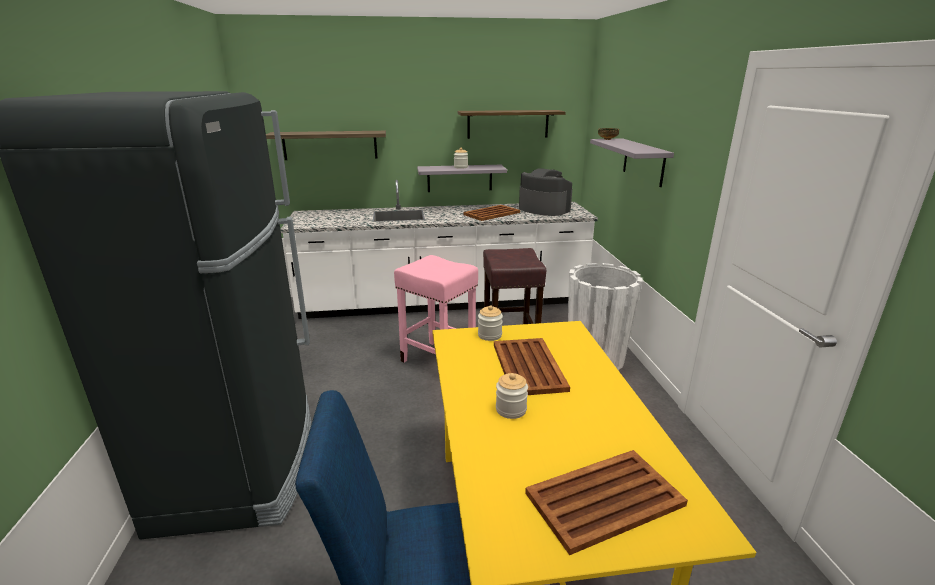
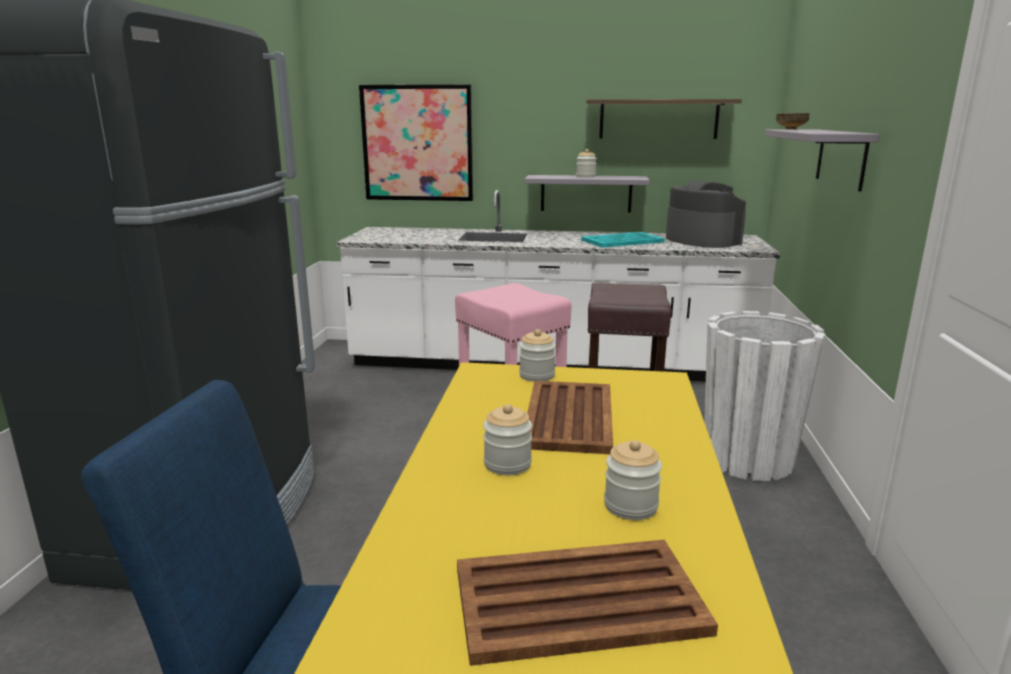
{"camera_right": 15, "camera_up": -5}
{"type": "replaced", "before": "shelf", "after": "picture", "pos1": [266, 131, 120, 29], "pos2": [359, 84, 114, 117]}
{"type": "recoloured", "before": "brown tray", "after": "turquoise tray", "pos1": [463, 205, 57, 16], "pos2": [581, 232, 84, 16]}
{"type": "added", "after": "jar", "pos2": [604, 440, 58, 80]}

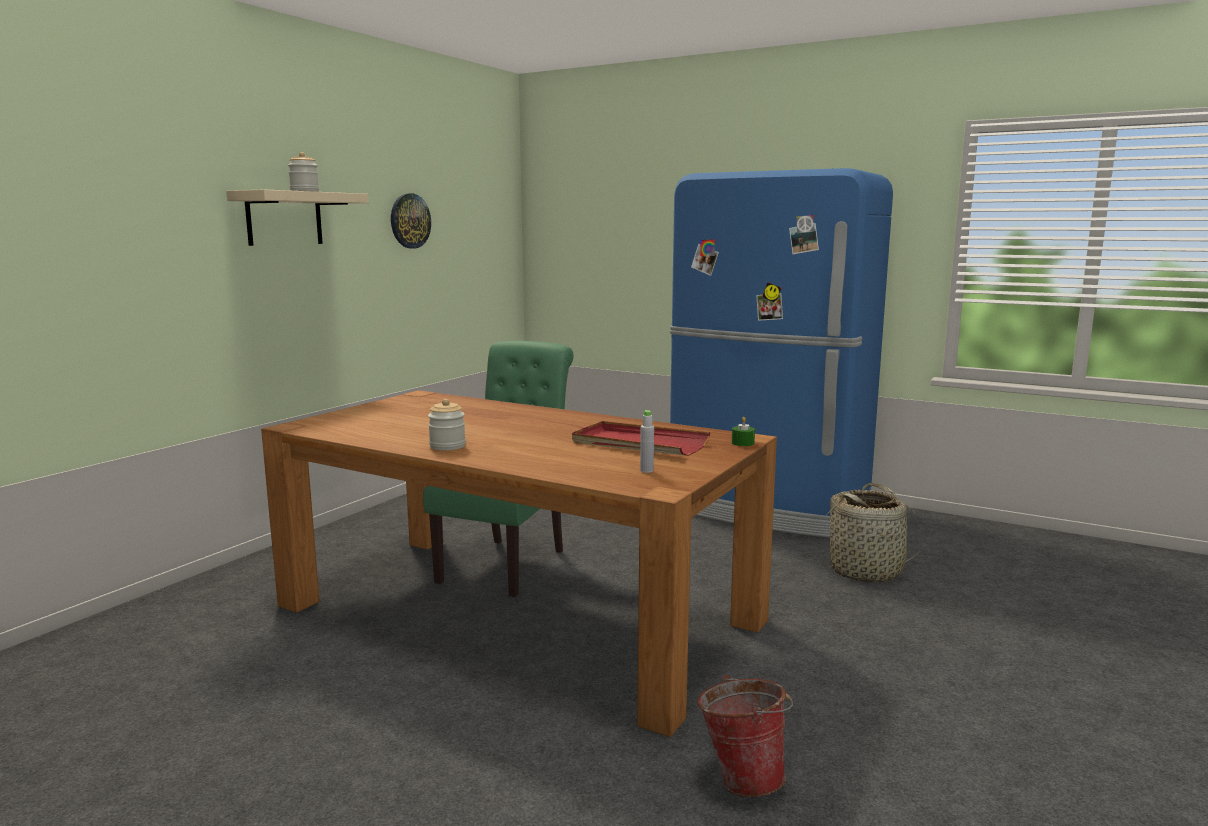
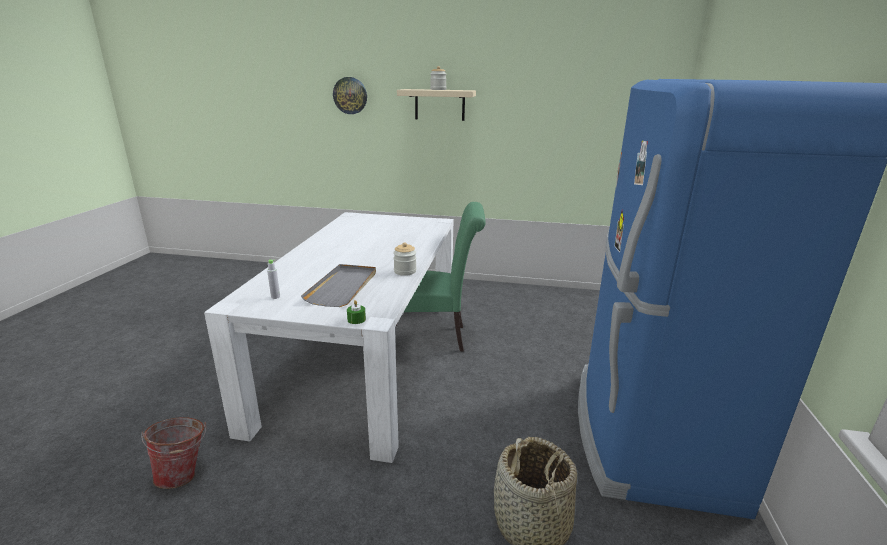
{"camera_right": 70, "camera_up": 10}
{"type": "recoloured", "before": "brown dining table", "after": "white dining table", "pos1": [261, 390, 516, 347], "pos2": [204, 212, 250, 251]}
{"type": "moved", "before": "wall clock", "pos1": [391, 193, 40, 56], "pos2": [333, 77, 34, 37]}
{"type": "moved", "before": "jar", "pos1": [428, 399, 38, 51], "pos2": [393, 242, 23, 34]}
{"type": "recoloured", "before": "red tray", "after": "grey tray", "pos1": [572, 421, 139, 35], "pos2": [301, 264, 75, 43]}

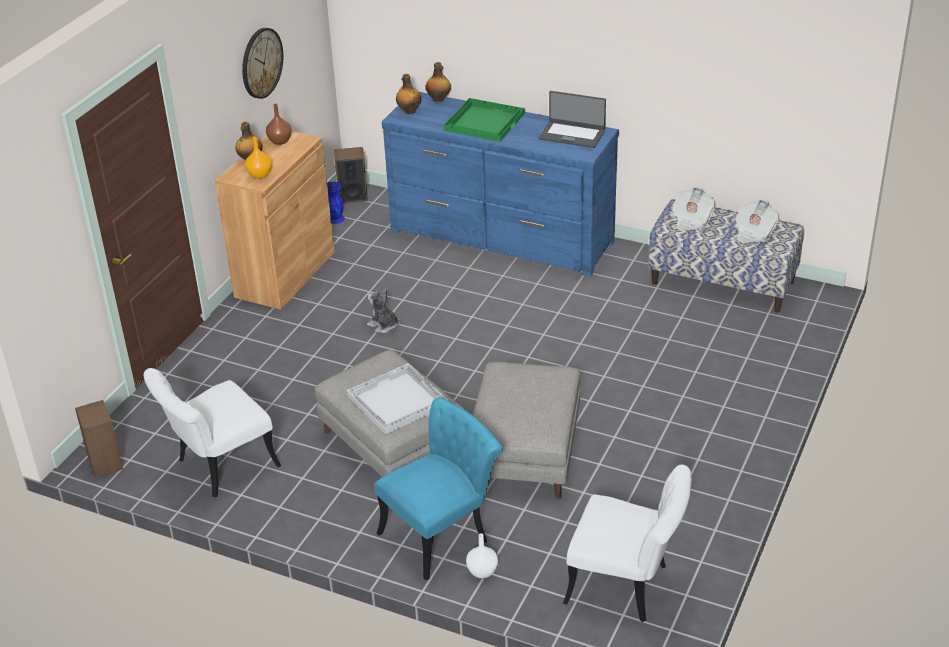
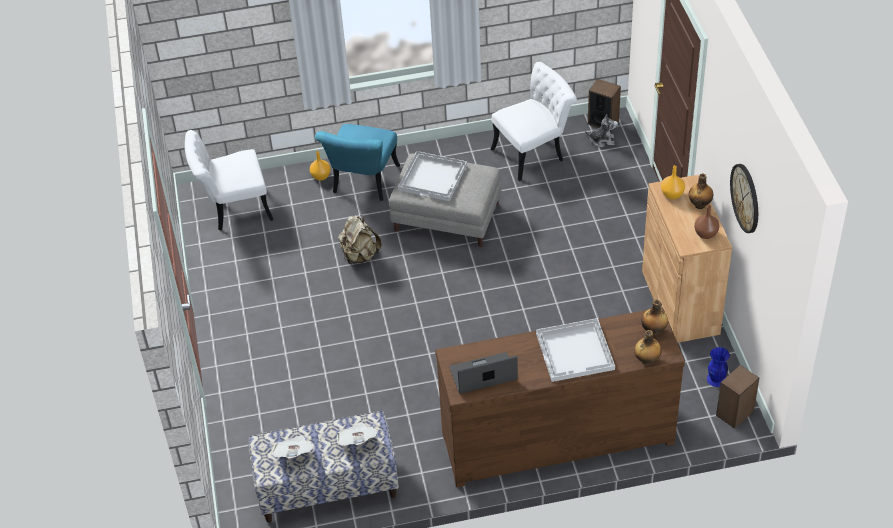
{"camera_right": 145, "camera_up": 10}
{"type": "turned", "before": "white chair", "pos1": [143, 368, 138, 129], "pos2": [491, 62, 86, 119], "turn": 45}
{"type": "moved", "before": "plush toy", "pos1": [367, 288, 33, 45], "pos2": [585, 114, 33, 33]}
{"type": "recoloured", "before": "blue dresser", "after": "brown dresser", "pos1": [382, 92, 237, 185], "pos2": [435, 307, 250, 180]}
{"type": "recoloured", "before": "green tray", "after": "white tray", "pos1": [443, 98, 82, 44], "pos2": [536, 318, 79, 64]}
{"type": "recoloured", "before": "white vase", "after": "orange vase", "pos1": [466, 533, 32, 45], "pos2": [310, 151, 21, 30]}
{"type": "replaced", "before": "grey ottoman", "after": "beige backpack", "pos1": [473, 362, 107, 137], "pos2": [338, 215, 44, 50]}

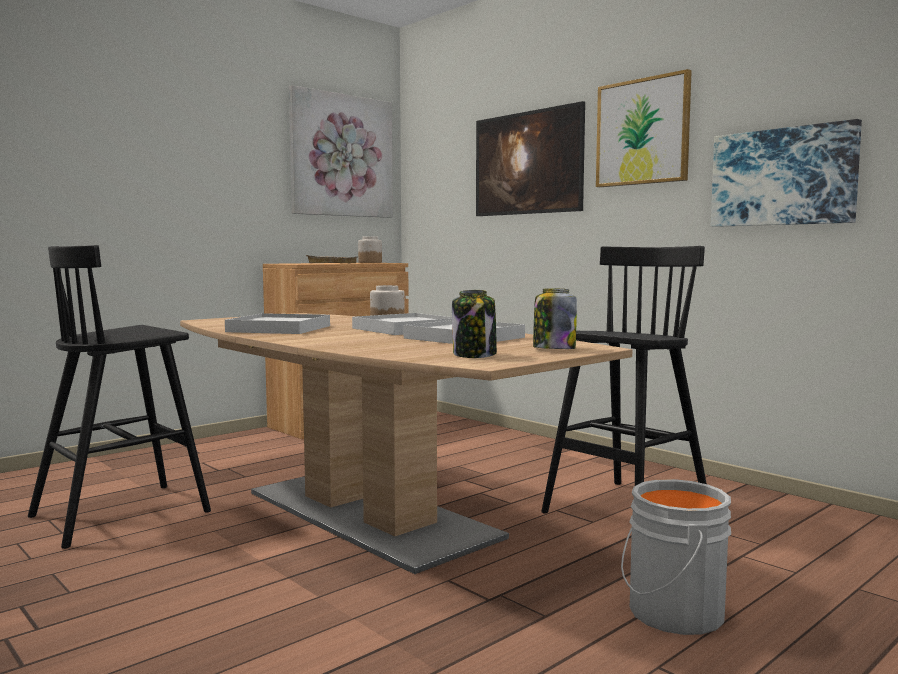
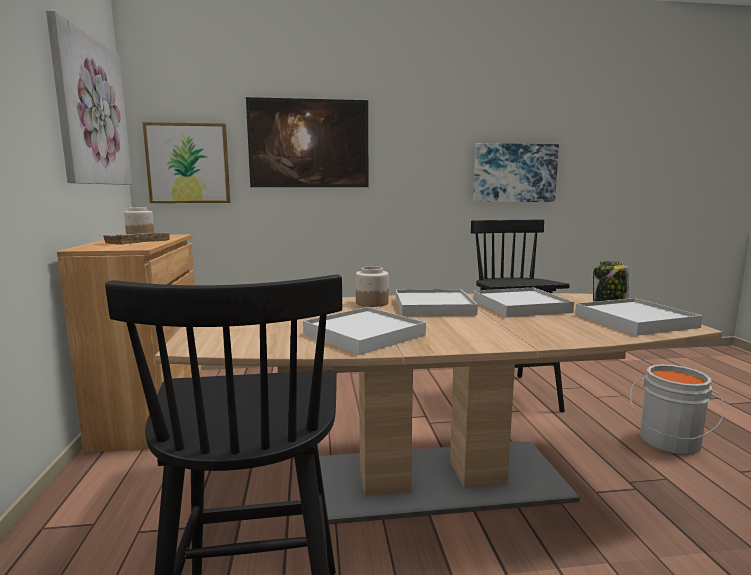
{"camera_right": -55, "camera_up": 5}
{"type": "replaced", "before": "jar", "after": "white tray", "pos1": [452, 290, 45, 68], "pos2": [575, 298, 128, 38]}
{"type": "moved", "before": "picture", "pos1": [596, 69, 96, 118], "pos2": [142, 122, 88, 81]}

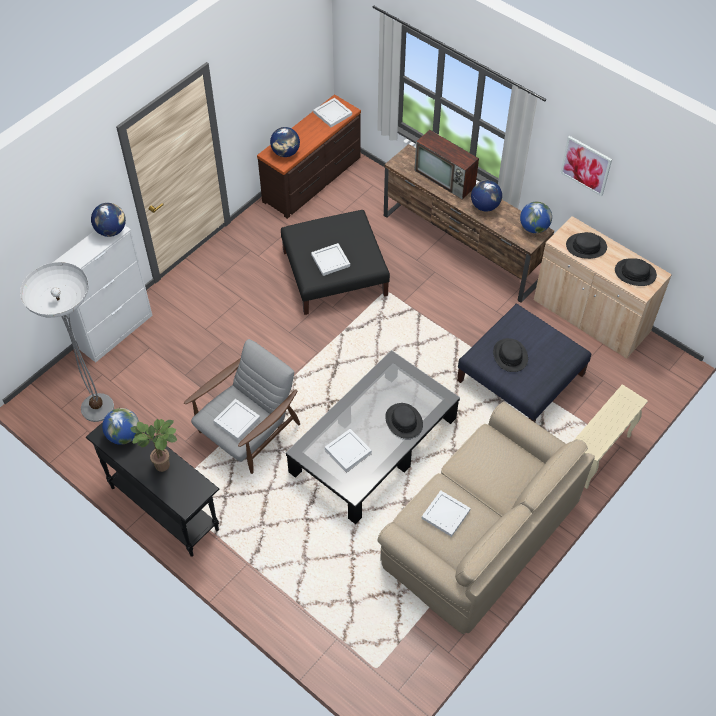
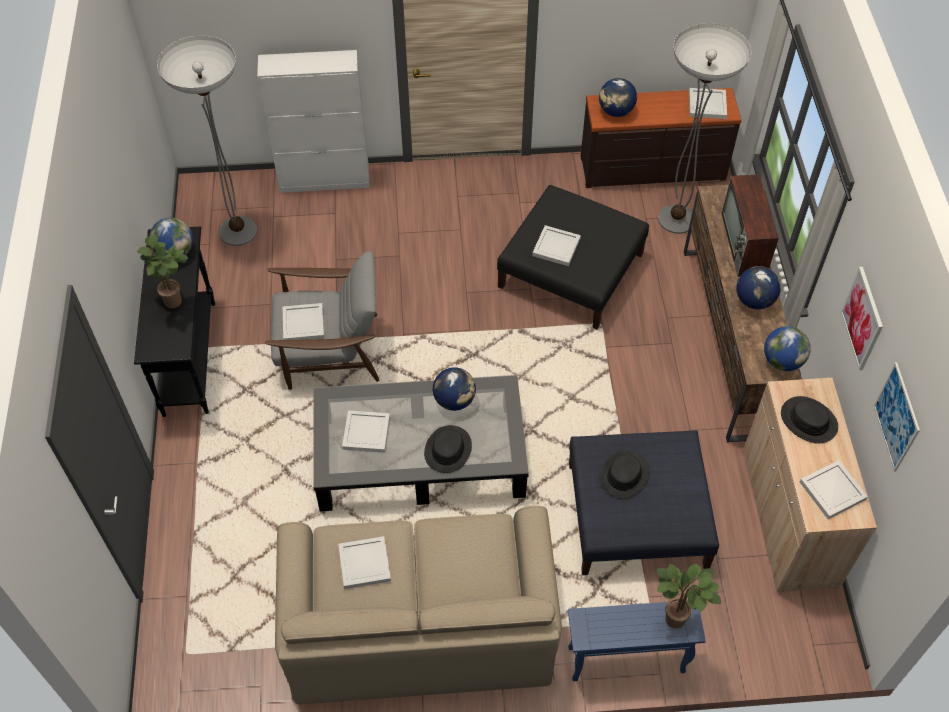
{"camera_right": 45, "camera_up": 0}
{"type": "moved", "before": "globe", "pos1": [91, 203, 35, 34], "pos2": [433, 367, 43, 44]}
{"type": "recoloured", "before": "beige side table", "after": "blue side table", "pos1": [573, 384, 75, 105], "pos2": [568, 600, 138, 81]}
{"type": "replaced", "before": "black hat", "after": "white tray", "pos1": [615, 258, 42, 28], "pos2": [800, 460, 68, 59]}
{"type": "added", "after": "potted plant", "pos2": [657, 564, 64, 65]}
{"type": "added", "after": "floor lamp", "pos2": [658, 23, 93, 211]}
{"type": "added", "after": "picture", "pos2": [873, 362, 47, 110]}

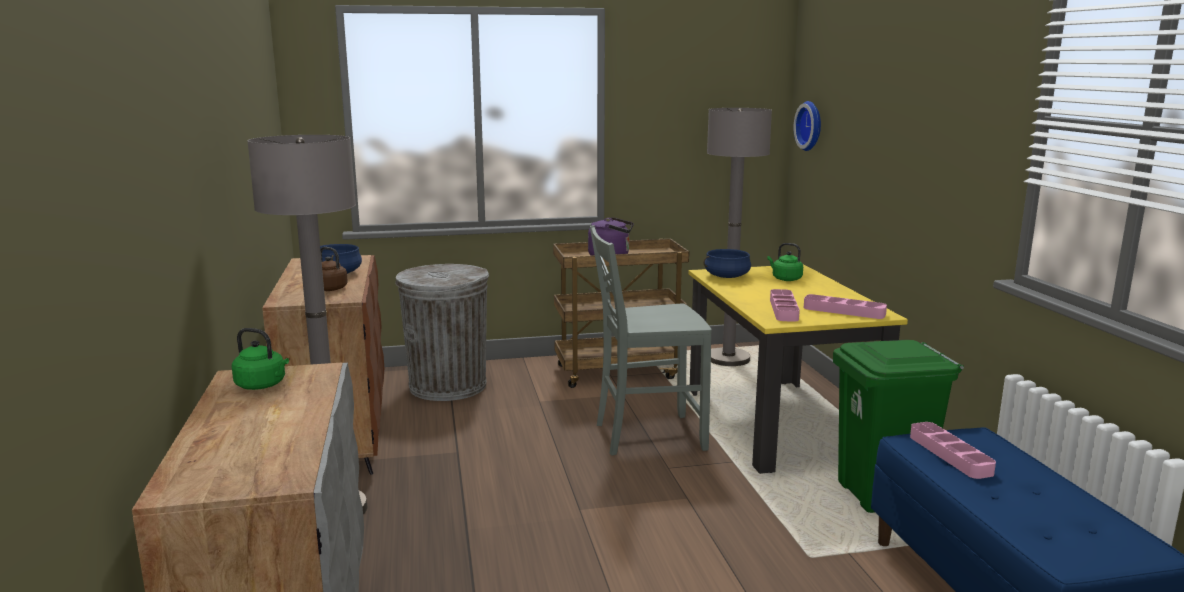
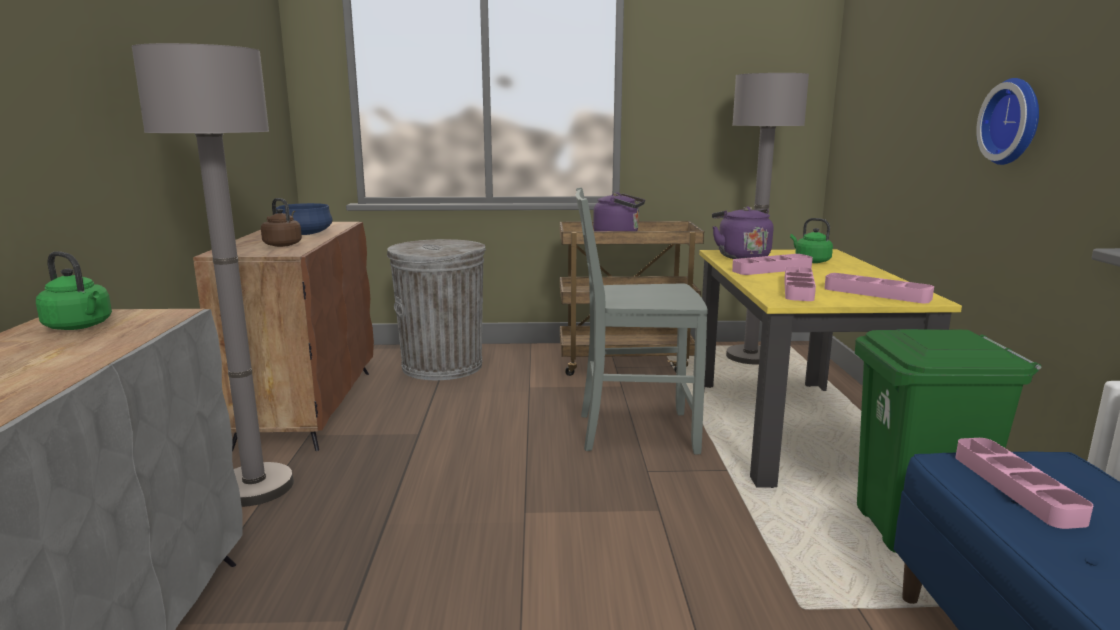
{"camera_right": 10, "camera_up": 0}
{"type": "replaced", "before": "blue cooking pot", "after": "purple kettle", "pos1": [703, 249, 48, 29], "pos2": [712, 206, 61, 53]}
{"type": "moved", "before": "wall clock", "pos1": [794, 101, 27, 50], "pos2": [976, 78, 63, 87]}
{"type": "added", "after": "pink tray", "pos2": [732, 254, 81, 21]}

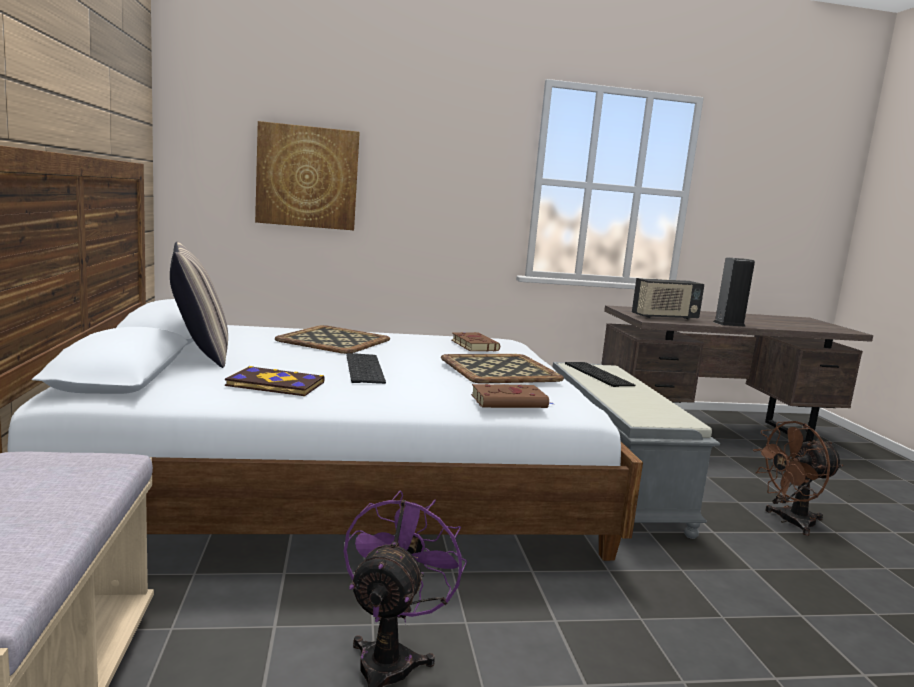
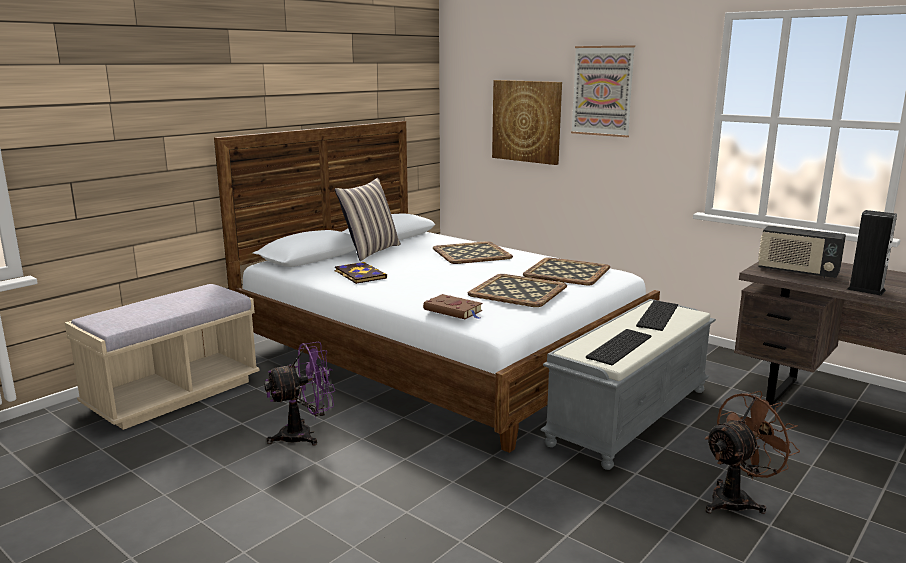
{"camera_right": 50, "camera_up": 5}
{"type": "moved", "before": "keyboard", "pos1": [346, 353, 40, 31], "pos2": [586, 329, 66, 36]}
{"type": "replaced", "before": "brown book", "after": "tray", "pos1": [452, 332, 48, 19], "pos2": [523, 257, 87, 28]}
{"type": "turned", "before": "brown fan", "pos1": [753, 421, 90, 115], "pos2": [705, 391, 95, 123], "turn": 120}
{"type": "added", "after": "picture", "pos2": [571, 45, 64, 92]}

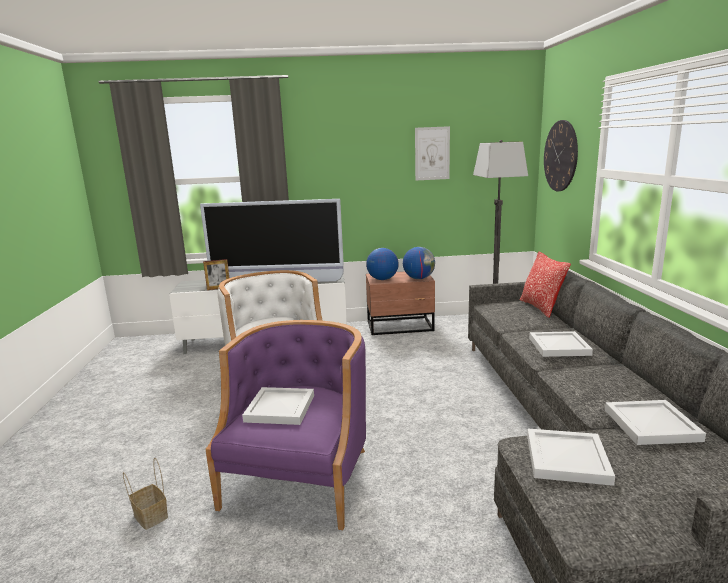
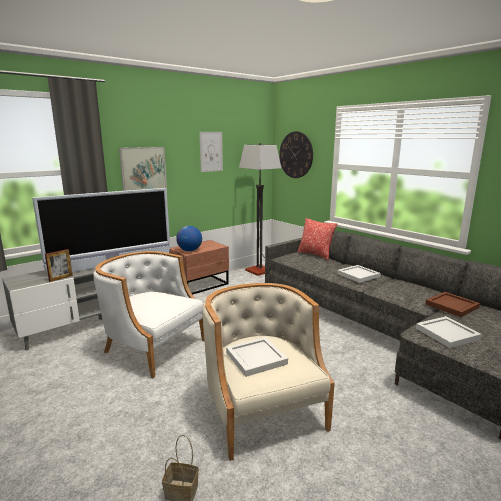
{"camera_right": -35, "camera_up": 0}
{"type": "recoloured", "before": "purple armchair", "after": "beige armchair", "pos1": [205, 320, 161, 210], "pos2": [203, 283, 132, 178]}
{"type": "removed", "before": "globe", "pos1": [403, 247, 32, 32]}
{"type": "recoloured", "before": "white tray", "after": "brown tray", "pos1": [605, 400, 101, 45], "pos2": [426, 292, 54, 25]}
{"type": "added", "after": "picture", "pos2": [119, 147, 48, 44]}

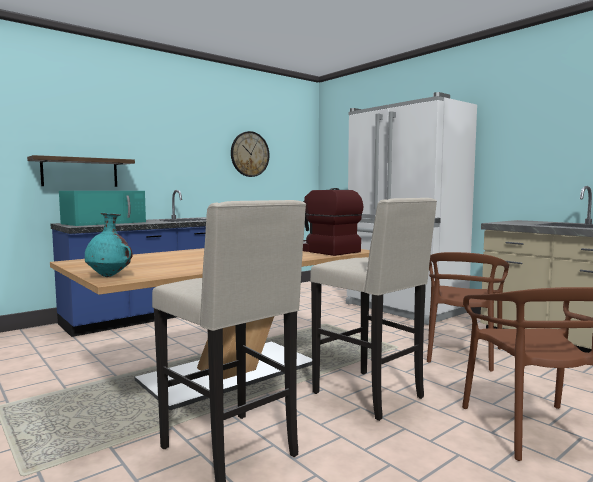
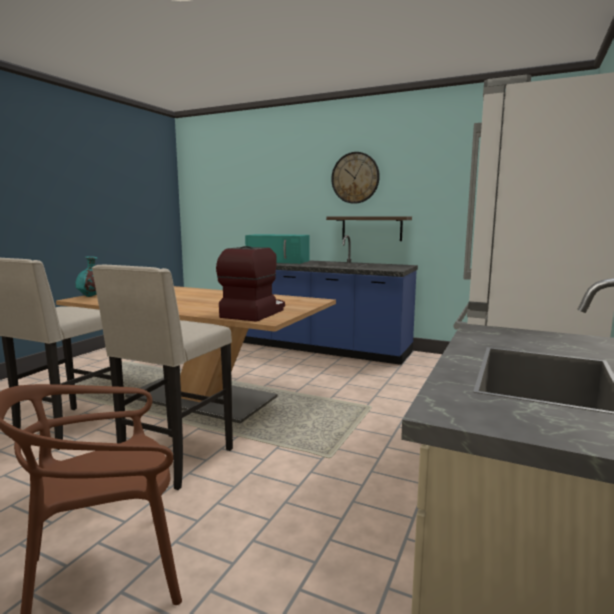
{"camera_right": 65, "camera_up": 5}
{"type": "moved", "before": "shelf", "pos1": [27, 155, 108, 32], "pos2": [326, 216, 86, 25]}
{"type": "moved", "before": "wall clock", "pos1": [231, 131, 38, 46], "pos2": [331, 152, 49, 52]}
{"type": "removed", "before": "brown chair", "pos1": [427, 252, 82, 120]}

